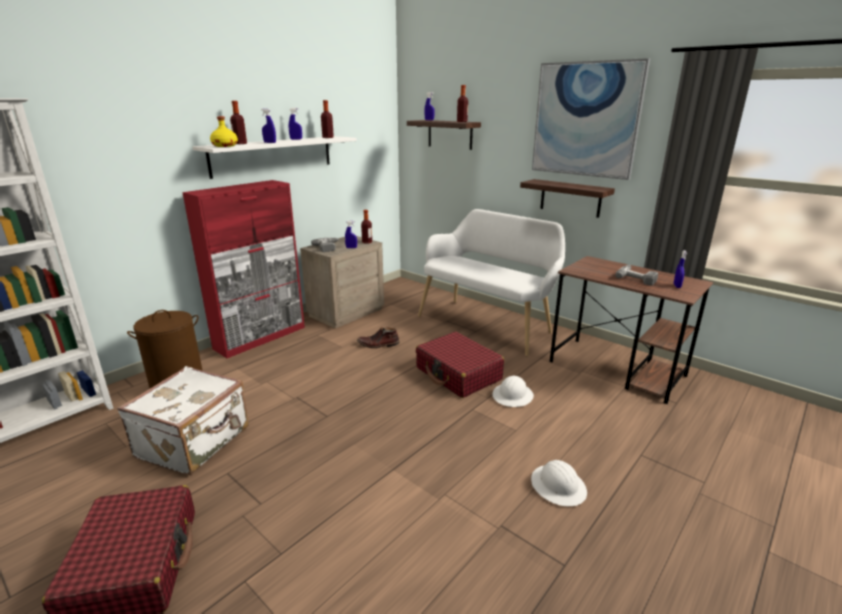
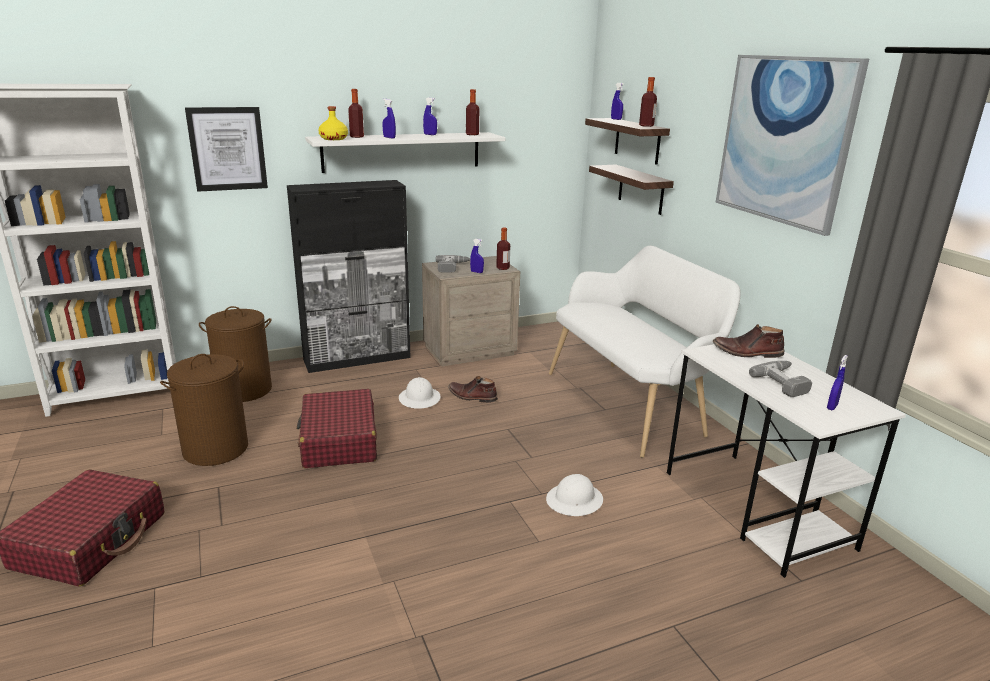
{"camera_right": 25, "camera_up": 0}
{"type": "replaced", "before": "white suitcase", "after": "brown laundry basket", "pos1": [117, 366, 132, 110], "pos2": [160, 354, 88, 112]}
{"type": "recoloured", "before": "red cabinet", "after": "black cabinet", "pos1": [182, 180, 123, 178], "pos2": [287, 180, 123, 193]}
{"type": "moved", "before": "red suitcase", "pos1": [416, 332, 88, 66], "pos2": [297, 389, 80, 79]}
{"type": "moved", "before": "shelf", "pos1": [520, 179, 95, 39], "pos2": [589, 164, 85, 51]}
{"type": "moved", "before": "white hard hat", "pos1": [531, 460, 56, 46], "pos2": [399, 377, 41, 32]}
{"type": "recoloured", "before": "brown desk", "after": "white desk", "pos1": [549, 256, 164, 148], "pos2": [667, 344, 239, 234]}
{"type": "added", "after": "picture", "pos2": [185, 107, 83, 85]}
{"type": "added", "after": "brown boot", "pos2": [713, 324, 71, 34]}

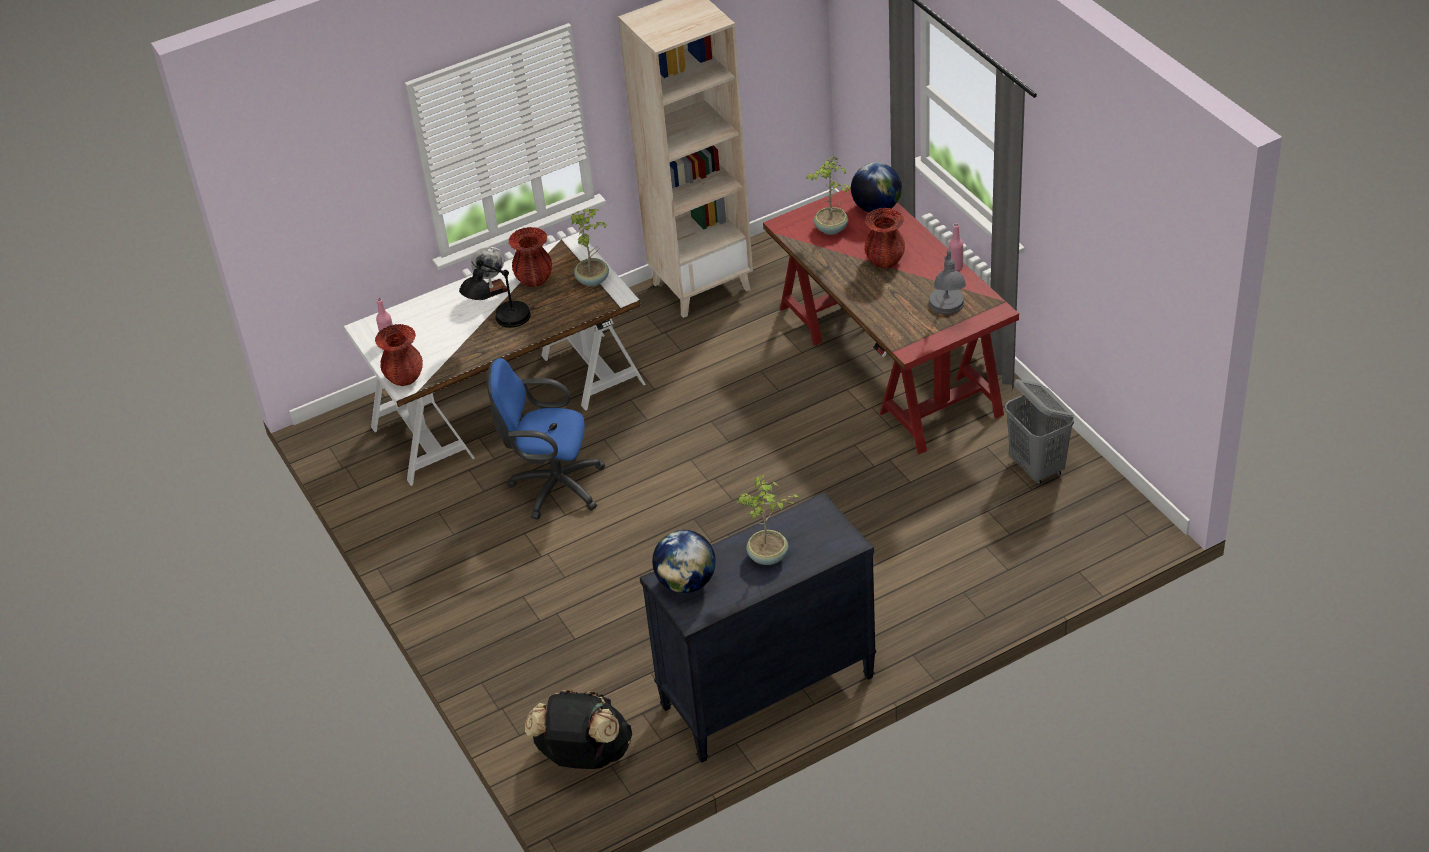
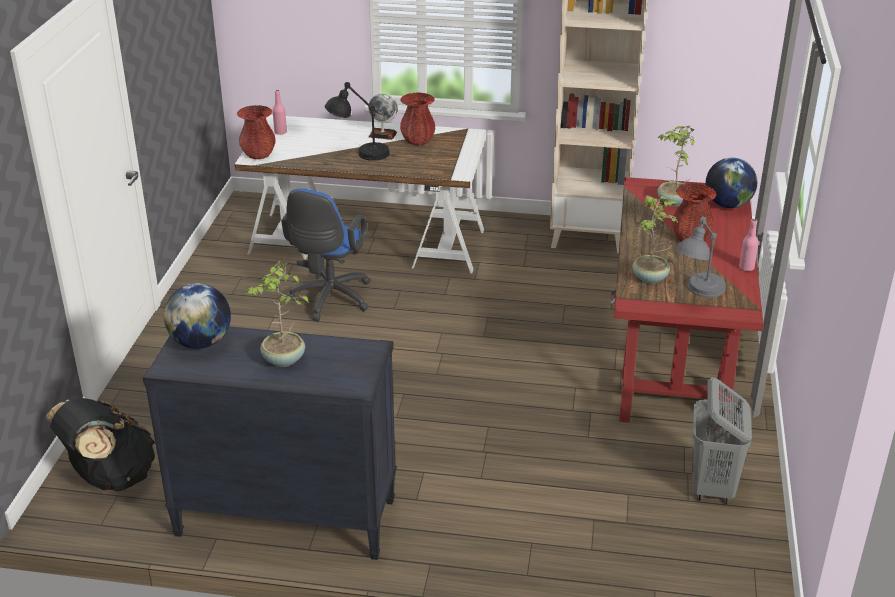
{"camera_right": 35, "camera_up": -10}
{"type": "turned", "before": "blue office chair", "pos1": [487, 358, 118, 162], "pos2": [281, 188, 90, 133], "turn": -120}
{"type": "moved", "before": "potted plant", "pos1": [570, 209, 39, 78], "pos2": [632, 195, 46, 89]}

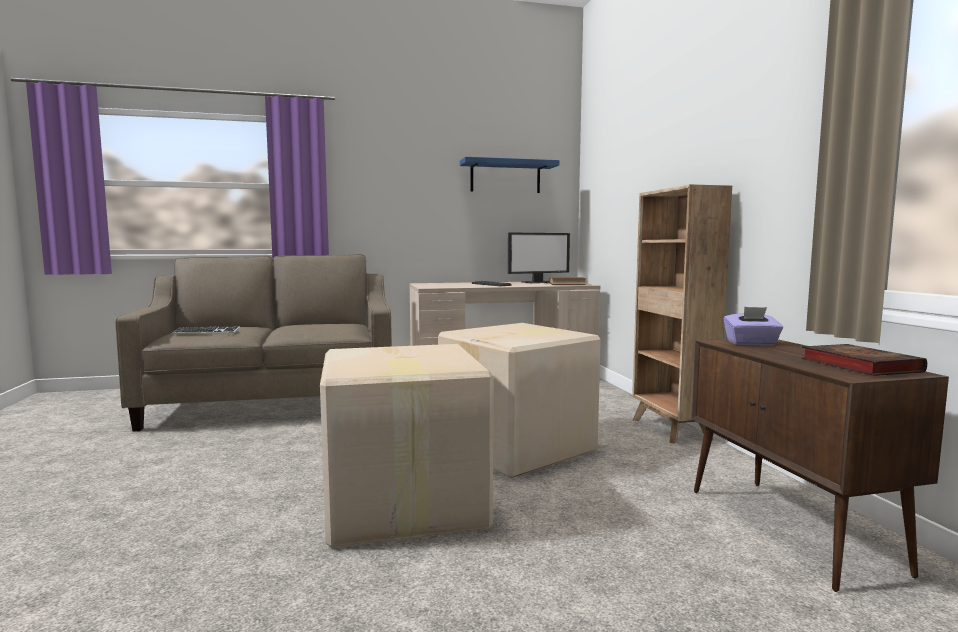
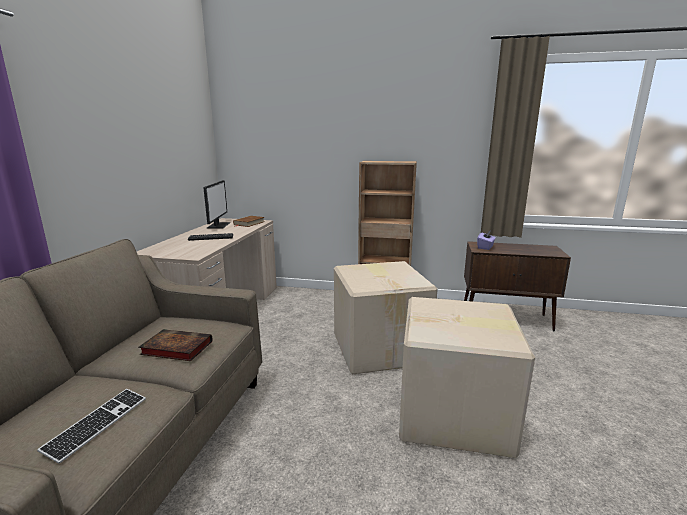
{"camera_right": -65, "camera_up": 10}
{"type": "removed", "before": "blue shelf", "pos1": [460, 157, 100, 36]}
{"type": "moved", "before": "book", "pos1": [801, 344, 126, 32], "pos2": [138, 329, 74, 32]}

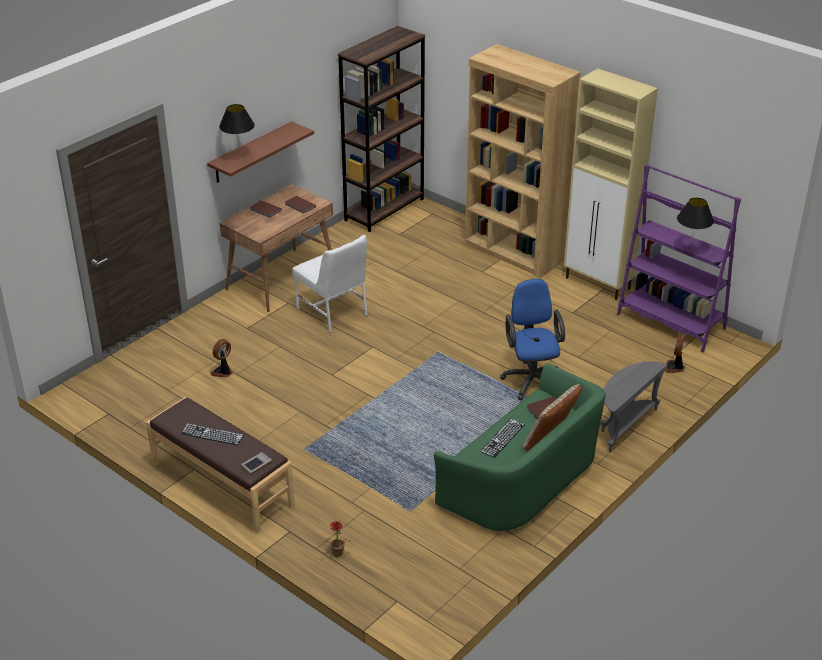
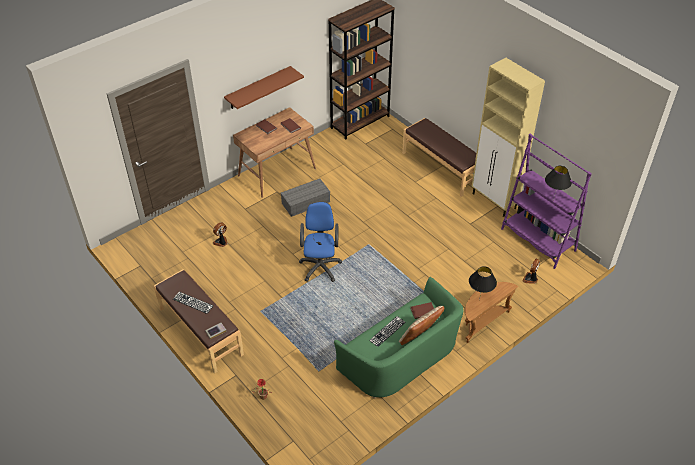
{"camera_right": 10, "camera_up": 10}
{"type": "moved", "before": "black table lamp", "pos1": [219, 104, 36, 53], "pos2": [469, 266, 28, 35]}
{"type": "replaced", "before": "white chair", "after": "grey storage box", "pos1": [292, 235, 76, 98], "pos2": [281, 179, 49, 38]}
{"type": "replaced", "before": "brown bookcase", "after": "brown bench", "pos1": [465, 44, 116, 234], "pos2": [402, 118, 74, 79]}
{"type": "moved", "before": "blue office chair", "pos1": [500, 279, 65, 122], "pos2": [299, 201, 43, 81]}
{"type": "recoloured", "before": "grey side table", "after": "brown side table", "pos1": [600, 361, 67, 91], "pos2": [465, 282, 53, 61]}

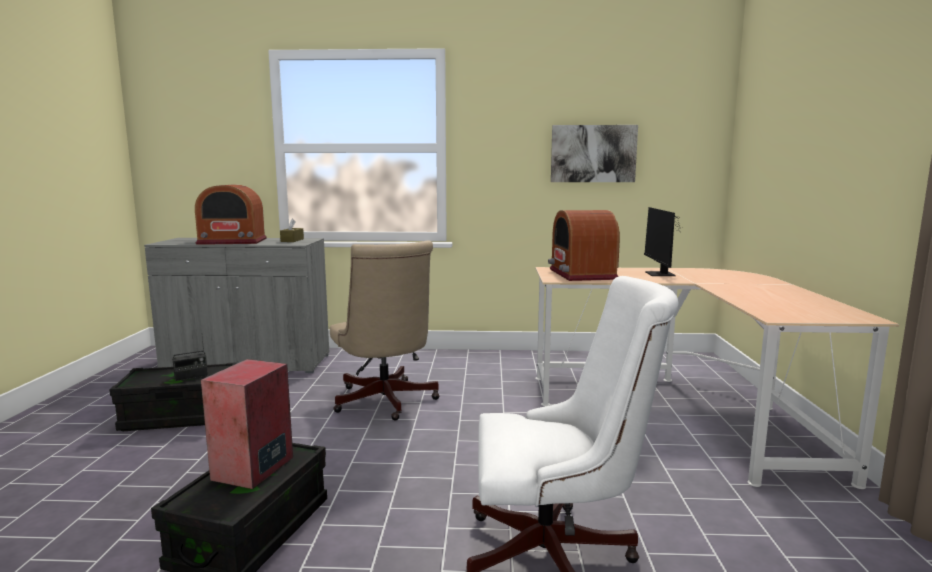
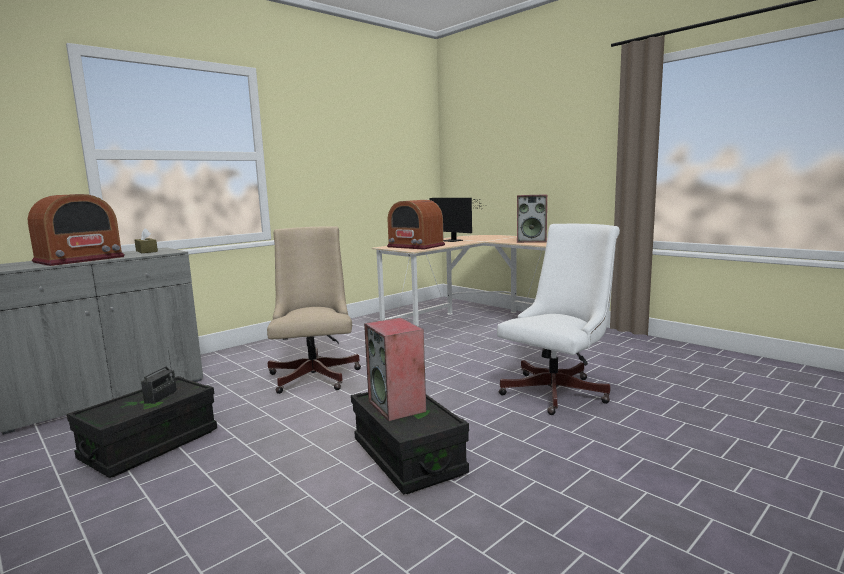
{"camera_right": -45, "camera_up": 0}
{"type": "turned", "before": "beige office chair", "pos1": [330, 240, 110, 181], "pos2": [267, 227, 94, 167], "turn": -120}
{"type": "removed", "before": "picture", "pos1": [551, 125, 87, 57]}
{"type": "added", "after": "speaker", "pos2": [517, 194, 30, 49]}

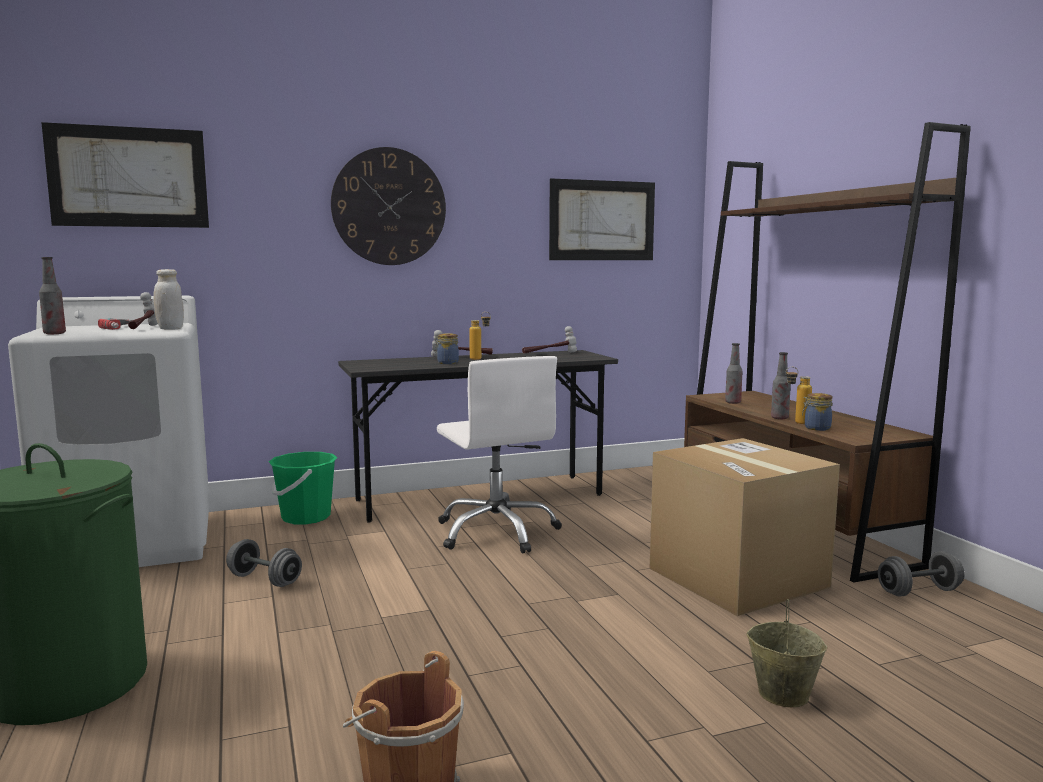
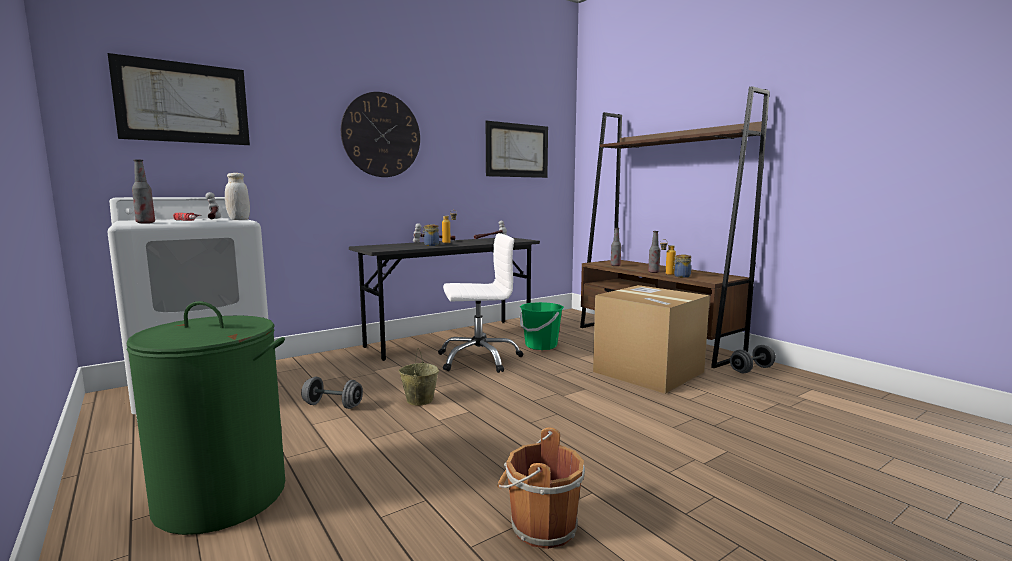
{"camera_right": -15, "camera_up": 0}
{"type": "moved", "before": "green bucket", "pos1": [269, 452, 68, 73], "pos2": [520, 302, 44, 48]}
{"type": "turned", "before": "white office chair", "pos1": [437, 356, 125, 197], "pos2": [438, 233, 85, 140], "turn": -60}
{"type": "moved", "before": "beige bucket", "pos1": [747, 599, 80, 108], "pos2": [399, 348, 40, 58]}

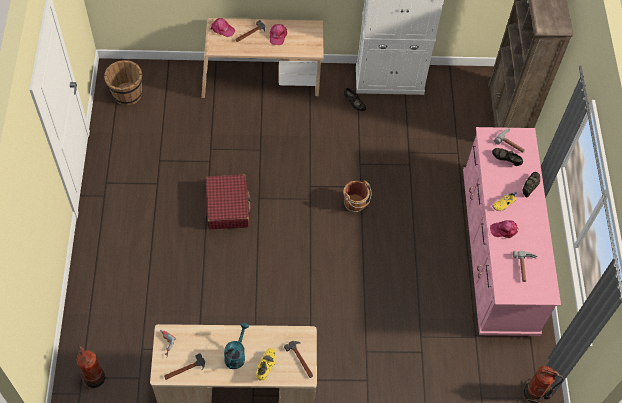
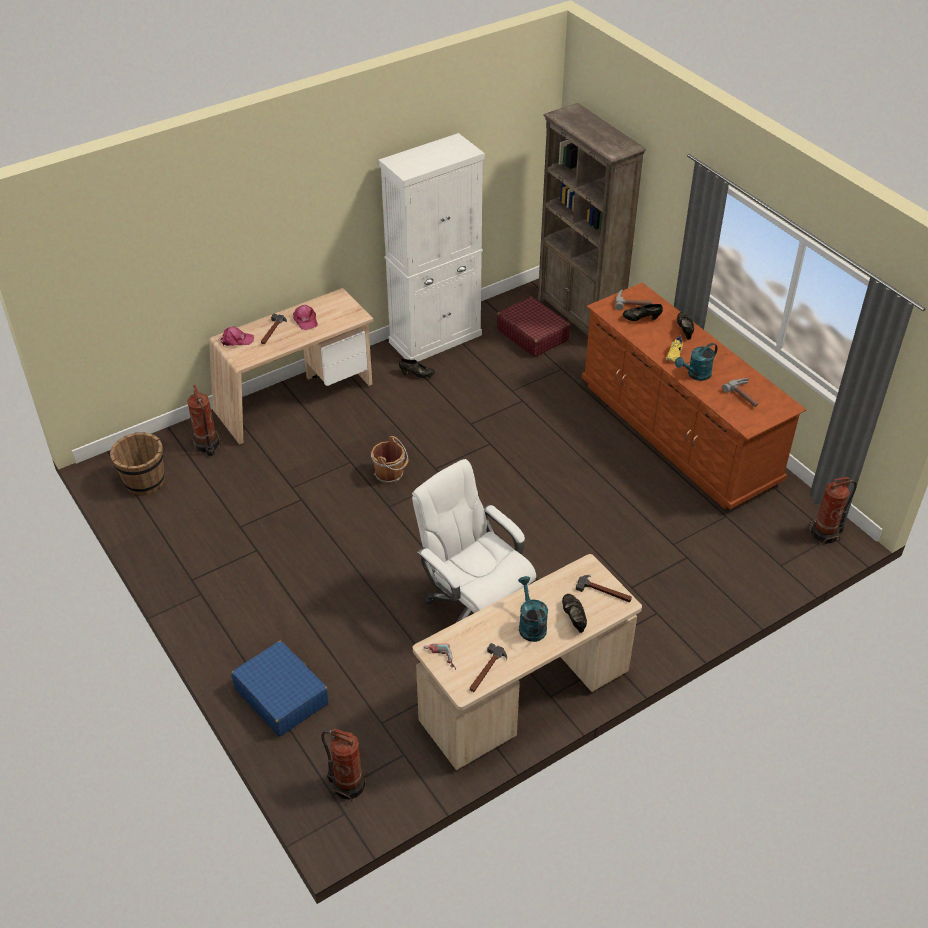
{"camera_right": -30, "camera_up": -15}
{"type": "moved", "before": "red suitcase", "pos1": [205, 174, 46, 56], "pos2": [497, 297, 73, 60]}
{"type": "recoloured", "before": "yellow shoe", "after": "black shoe", "pos1": [256, 348, 20, 32], "pos2": [562, 594, 25, 39]}
{"type": "moved", "before": "brown bucket", "pos1": [343, 181, 28, 31], "pos2": [371, 436, 38, 48]}
{"type": "recoloured", "before": "pink dresser", "after": "brown dresser", "pos1": [463, 127, 98, 209], "pos2": [582, 282, 224, 227]}
{"type": "replaced", "before": "pink cap", "after": "turquoise watering can", "pos1": [490, 220, 28, 18], "pos2": [675, 343, 43, 38]}
{"type": "added", "after": "fire extinguisher", "pos2": [187, 385, 34, 71]}
{"type": "added", "after": "blue suitcase", "pos2": [231, 641, 97, 95]}
{"type": "added", "after": "white office chair", "pos2": [412, 459, 124, 164]}

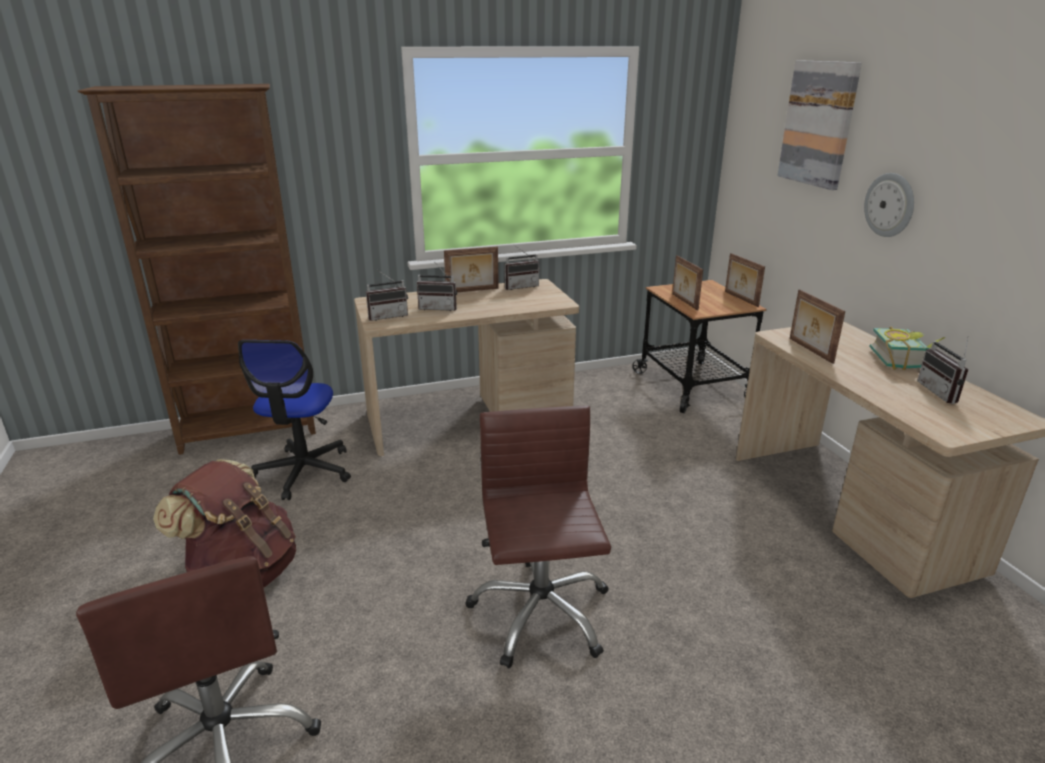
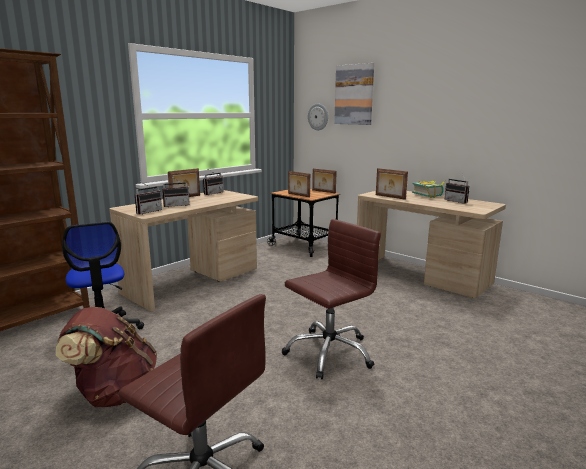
{"camera_right": -30, "camera_up": -10}
{"type": "turned", "before": "brown office chair", "pos1": [465, 406, 146, 262], "pos2": [282, 219, 99, 160], "turn": 90}
{"type": "moved", "before": "wall clock", "pos1": [864, 173, 50, 64], "pos2": [308, 103, 20, 27]}

